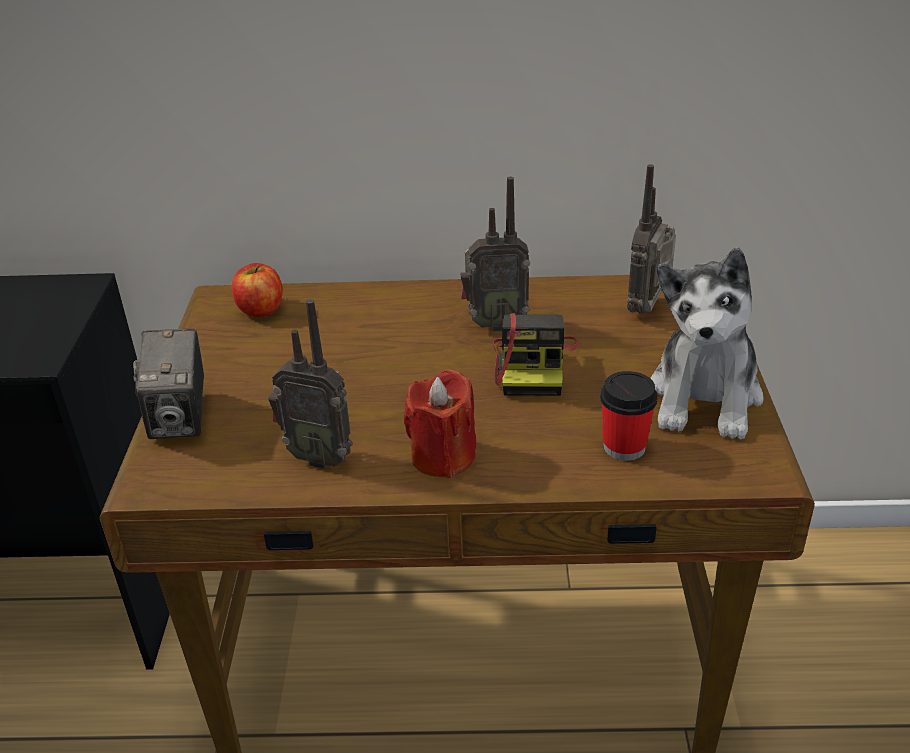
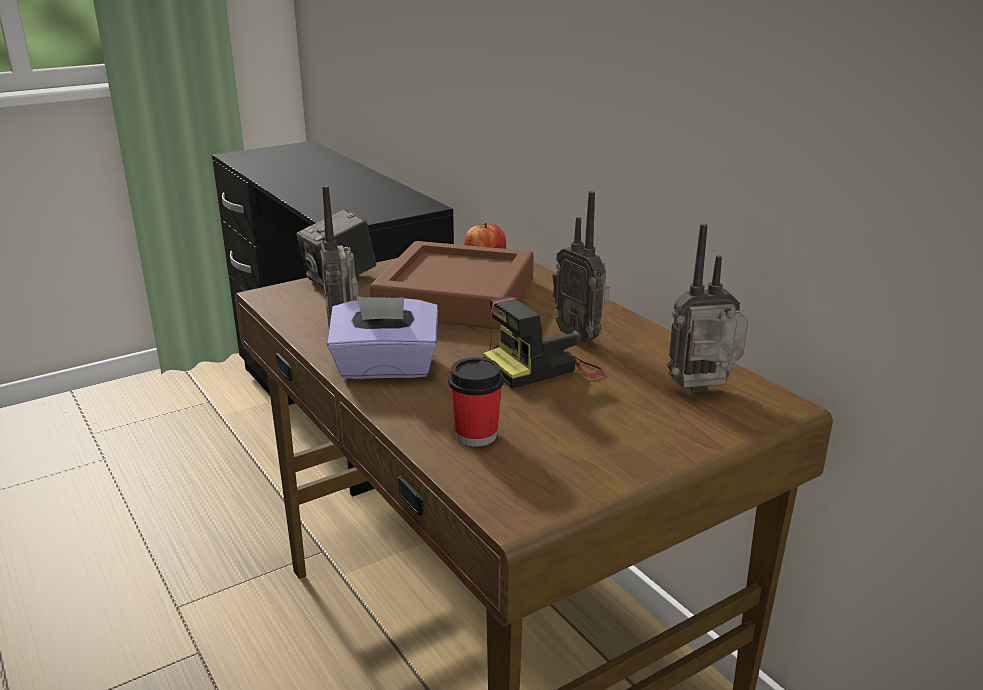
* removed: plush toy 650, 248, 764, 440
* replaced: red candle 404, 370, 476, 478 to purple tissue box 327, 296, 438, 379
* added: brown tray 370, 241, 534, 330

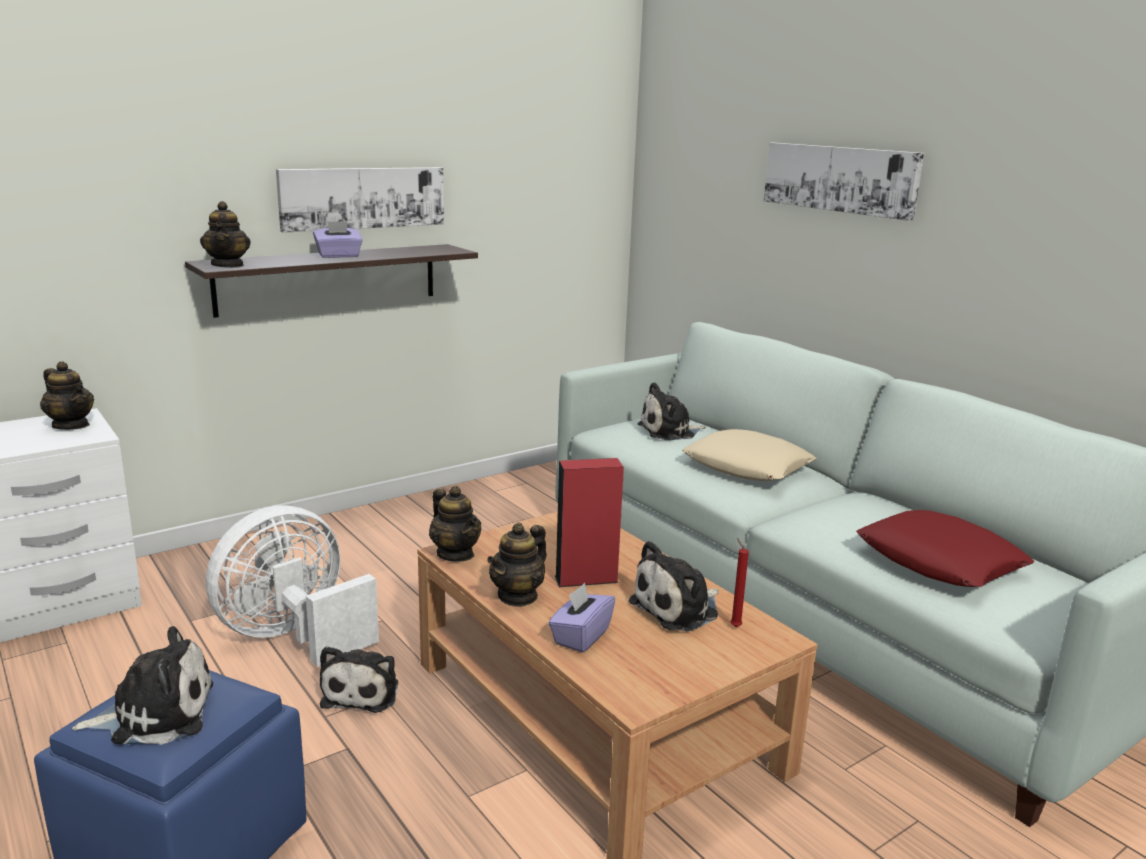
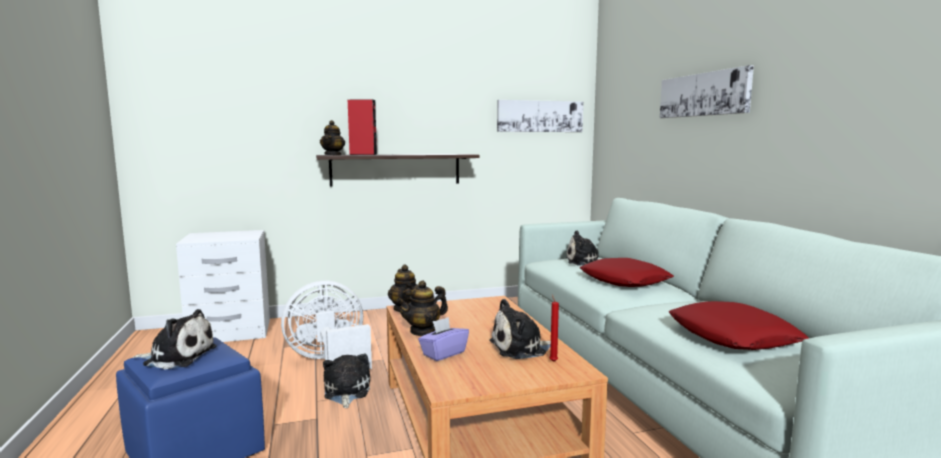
* moved: picture 276, 167, 444, 233 to 497, 100, 583, 132
* removed: purple tissue box 313, 221, 362, 258
* removed: teapot 40, 361, 94, 430
* recoloured: beige pillow 682, 429, 816, 481 to red pillow 579, 258, 674, 287
* moved: red speaker 555, 458, 624, 587 to 348, 99, 377, 155
* turned: plush toy 320, 646, 398, 713 = 323, 353, 370, 408 150 degrees clockwise

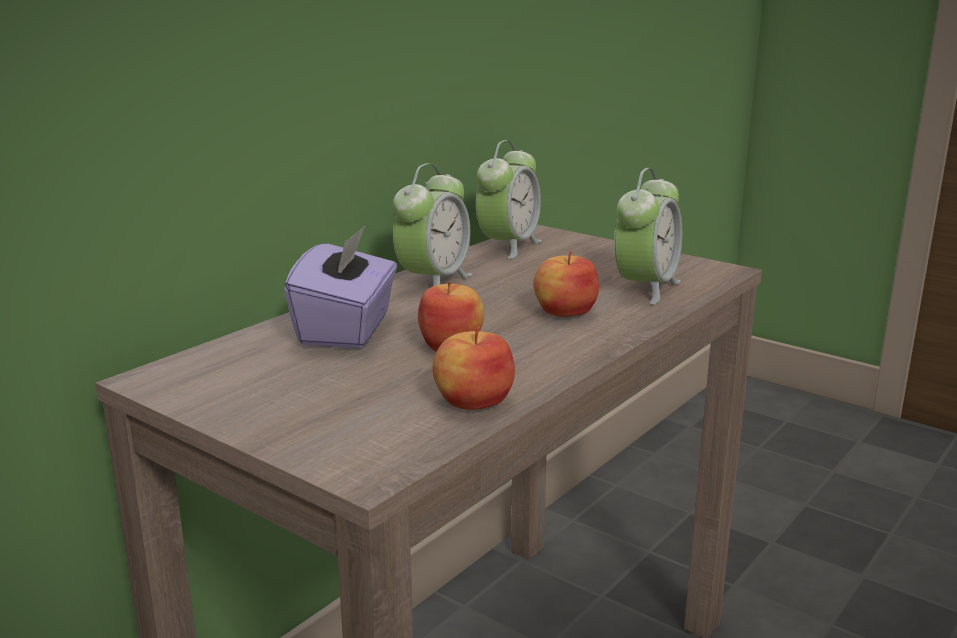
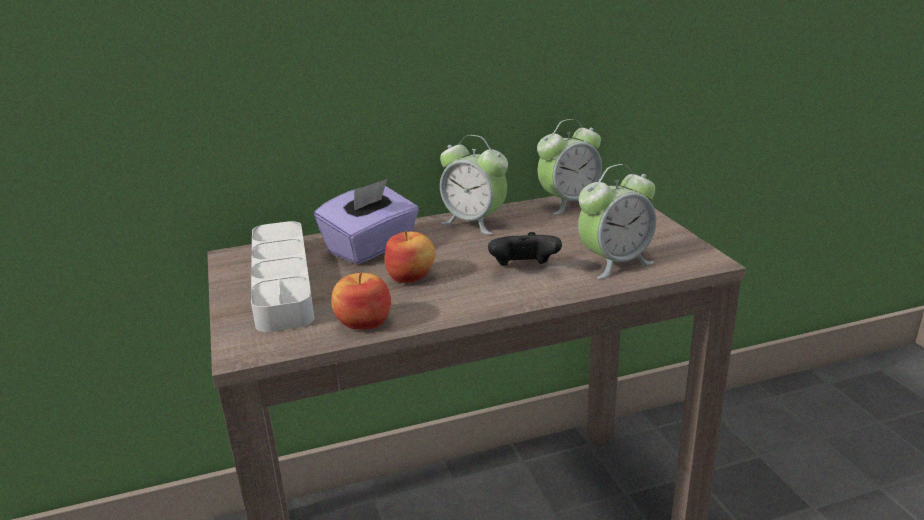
* turned: alarm clock 393, 163, 472, 286 = 440, 135, 508, 235 60 degrees clockwise
* replaced: apple 533, 250, 599, 317 to black game controller 488, 232, 562, 266
* added: grey tray 251, 221, 314, 332

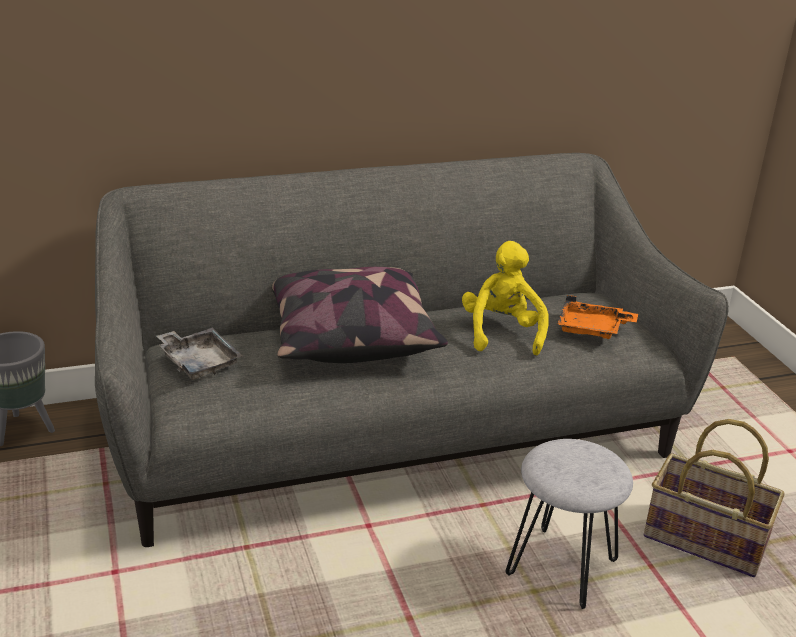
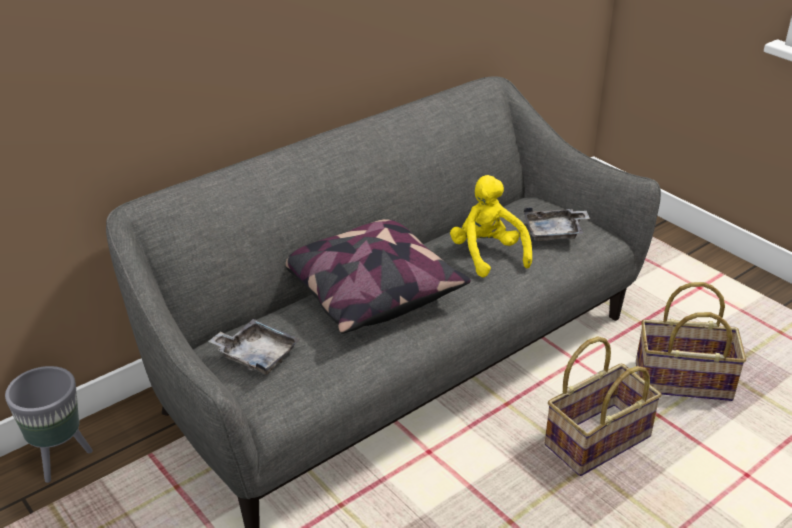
* recoloured: orange tray 557, 295, 638, 339 to grey tray 524, 207, 590, 241
* replaced: grey stool 506, 439, 633, 609 to basket 544, 336, 662, 476

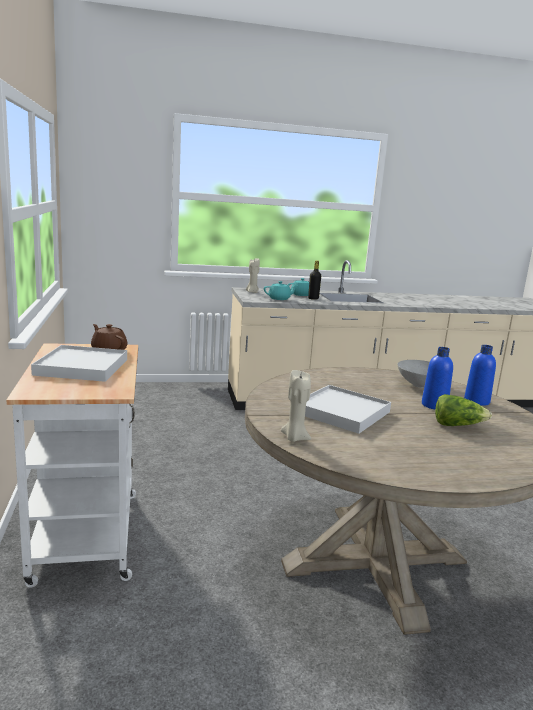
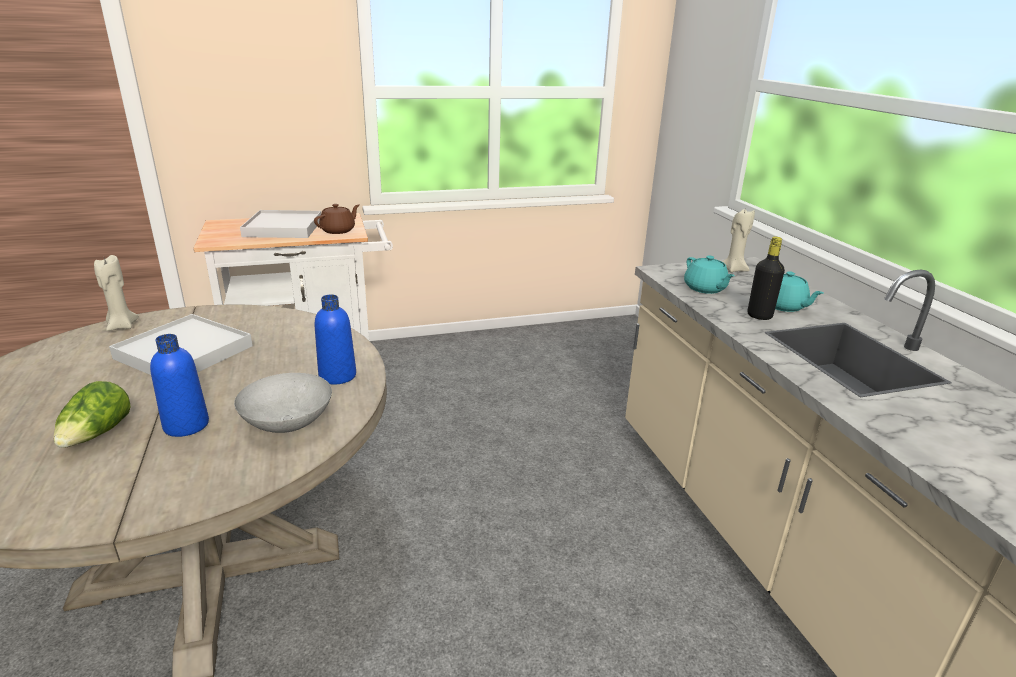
* moved: blue bottle 464, 345, 496, 406 to 315, 294, 356, 384

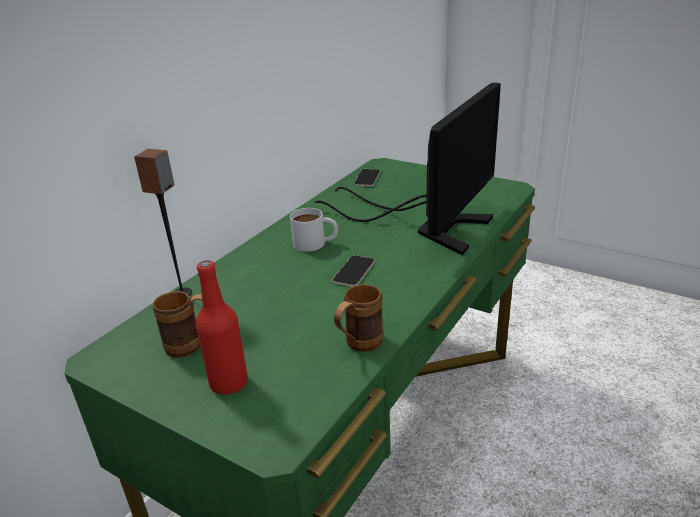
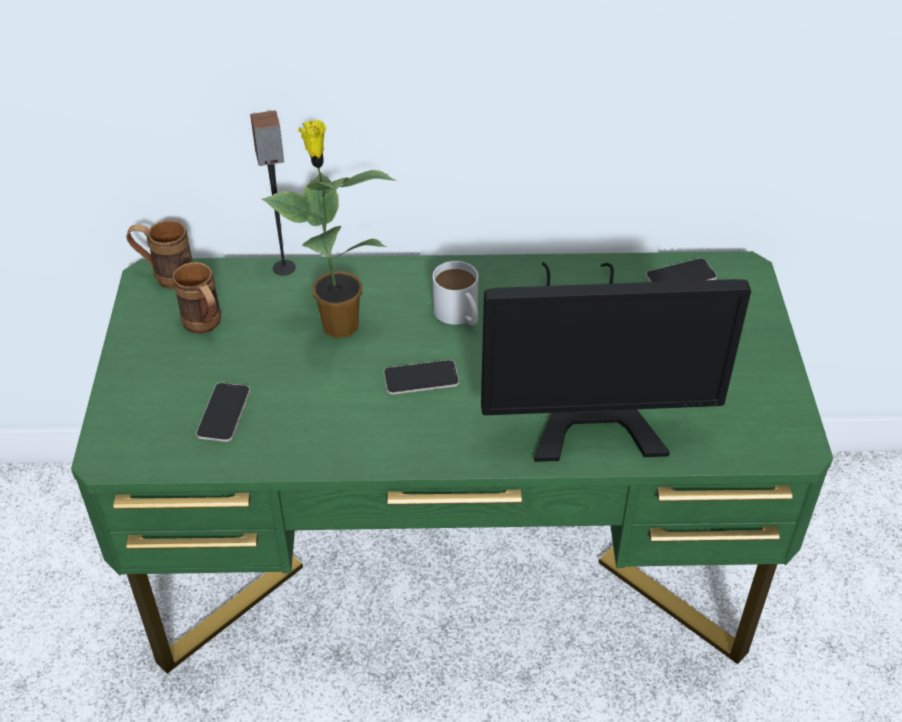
* removed: red bottle 196, 260, 248, 395
* moved: brown mug 334, 284, 383, 352 to 126, 220, 192, 289
* added: potted plant 262, 120, 397, 338
* added: phone 196, 383, 250, 442

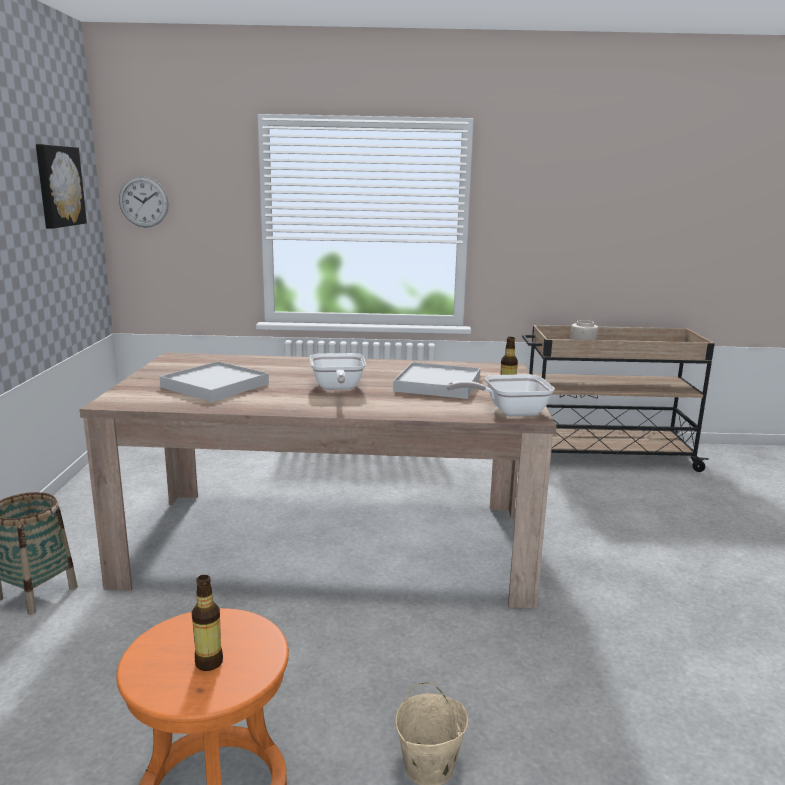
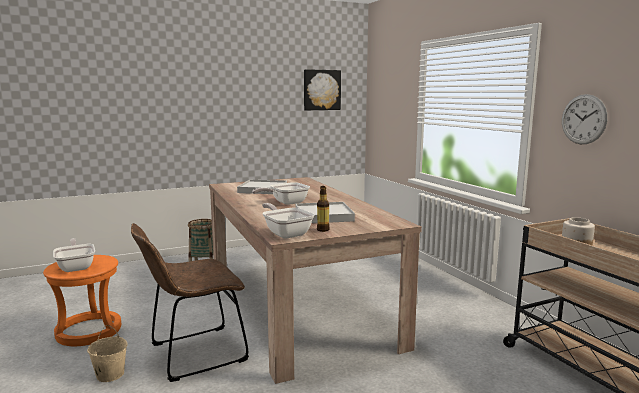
* moved: wall clock 119, 176, 169, 228 to 562, 94, 608, 144
* replaced: bottle 192, 575, 223, 671 to frying pan 53, 238, 95, 272
* added: brown chair 131, 223, 249, 382

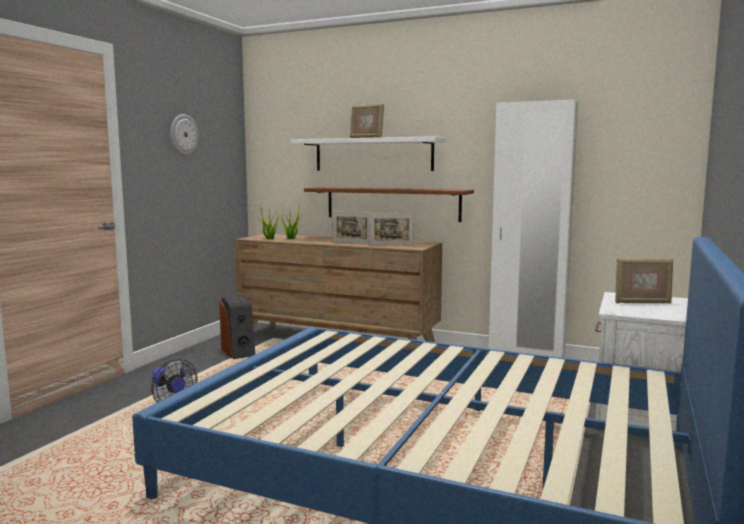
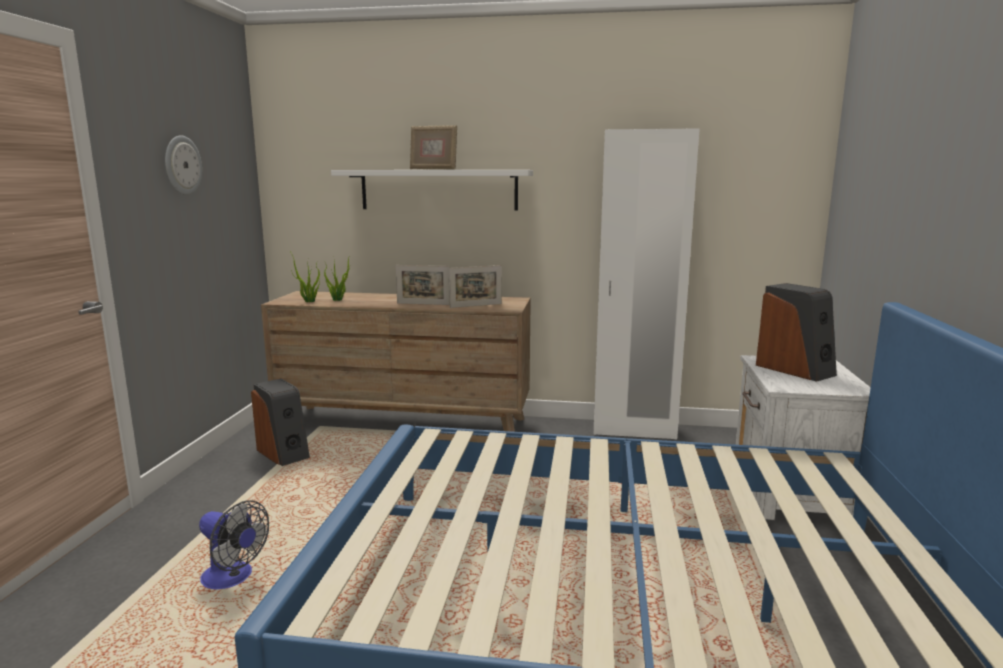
* removed: brown shelf 304, 187, 474, 222
* replaced: picture frame 615, 258, 673, 303 to speaker 756, 283, 837, 382

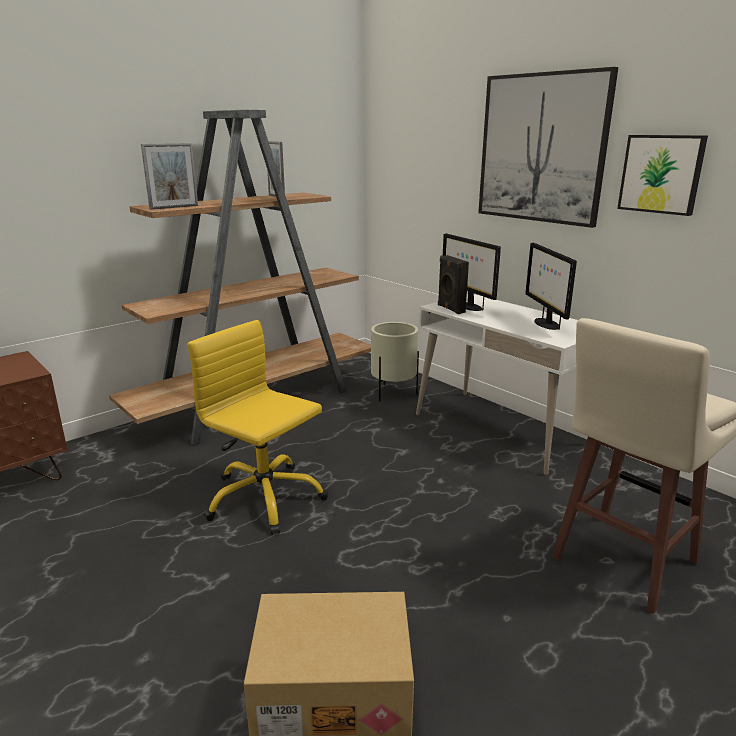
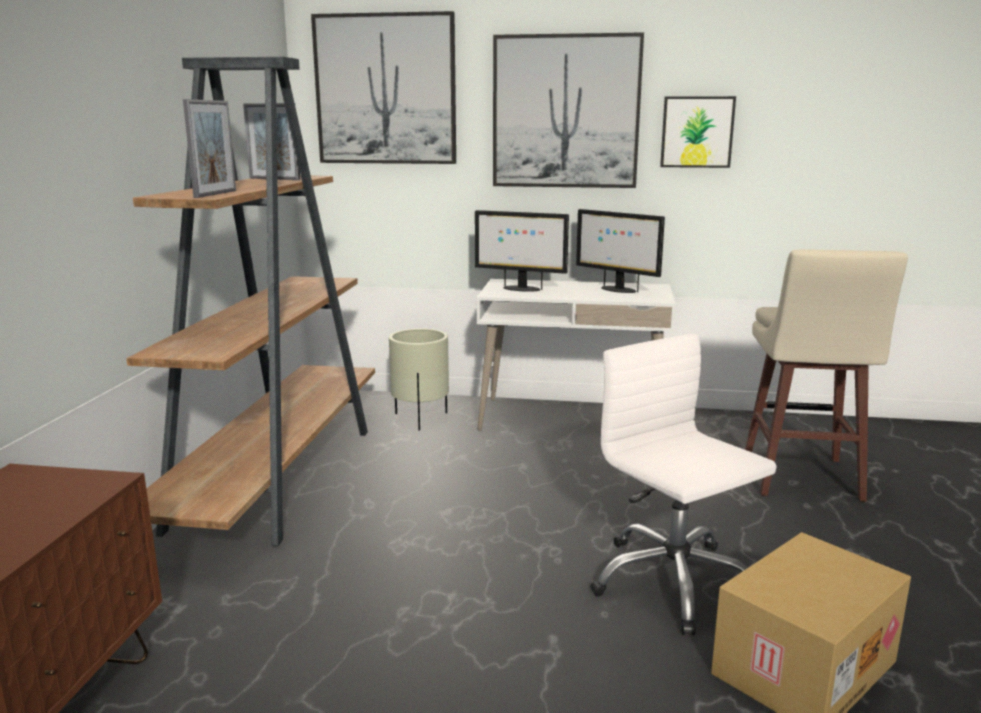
* removed: black speaker 438, 255, 469, 314
* removed: yellow office chair 187, 320, 328, 535
* added: picture 311, 11, 456, 164
* added: white office chair 590, 334, 777, 635

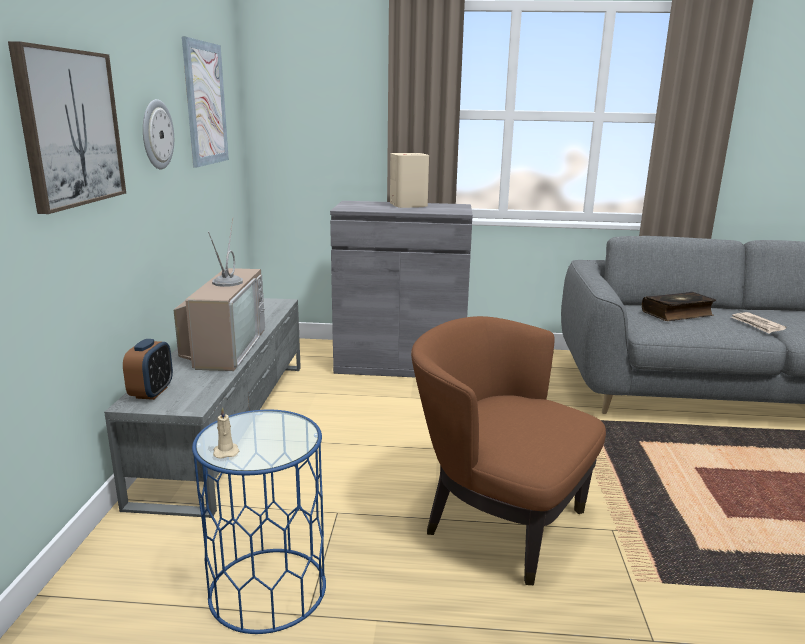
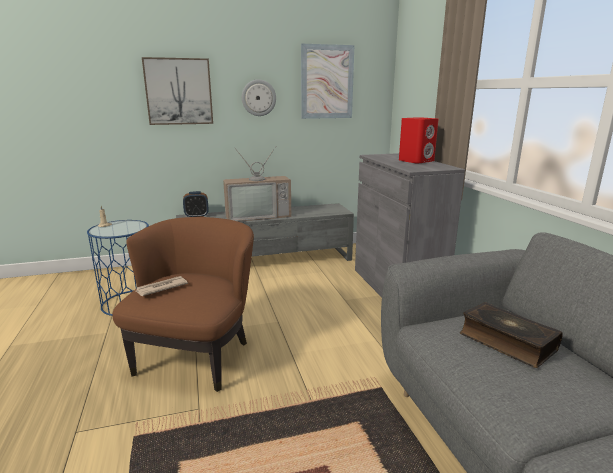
* recoloured: beige speaker 390, 153, 429, 208 to red speaker 399, 117, 438, 164
* moved: newspaper 731, 312, 787, 334 to 136, 276, 188, 296

